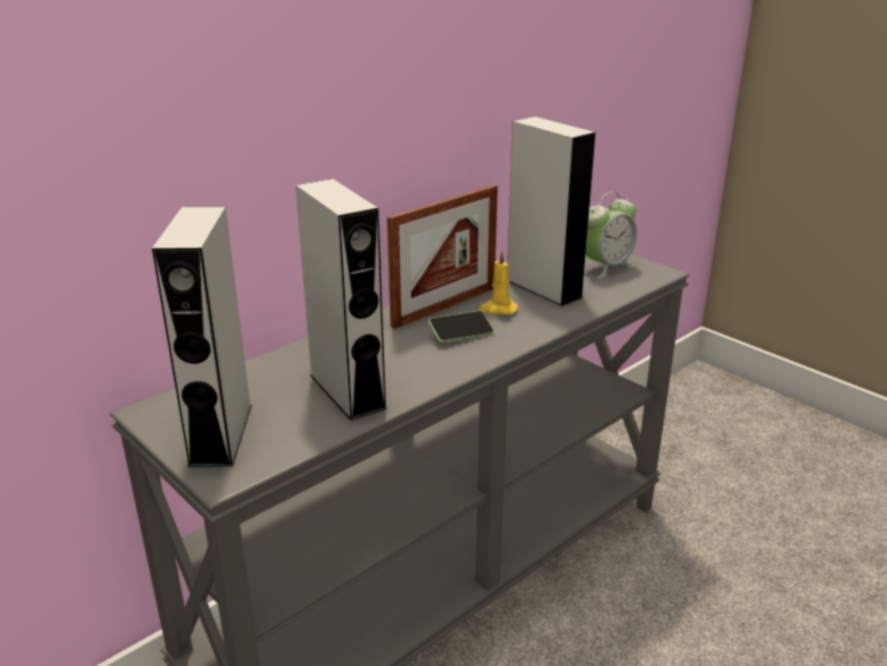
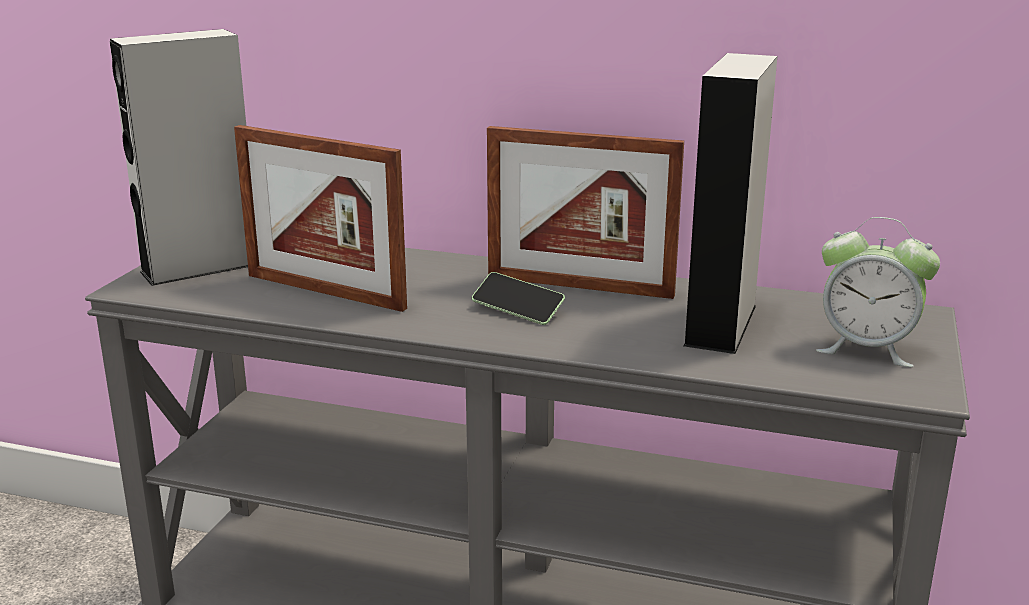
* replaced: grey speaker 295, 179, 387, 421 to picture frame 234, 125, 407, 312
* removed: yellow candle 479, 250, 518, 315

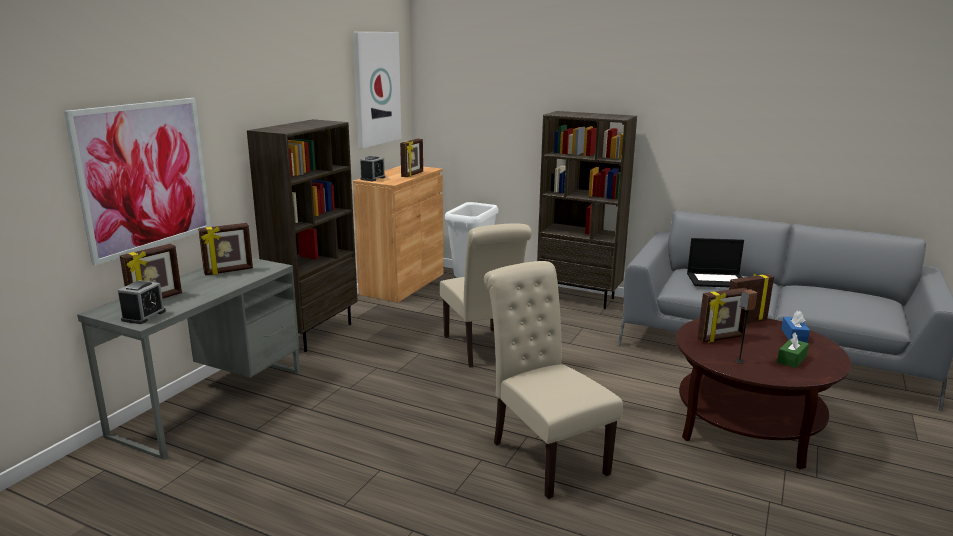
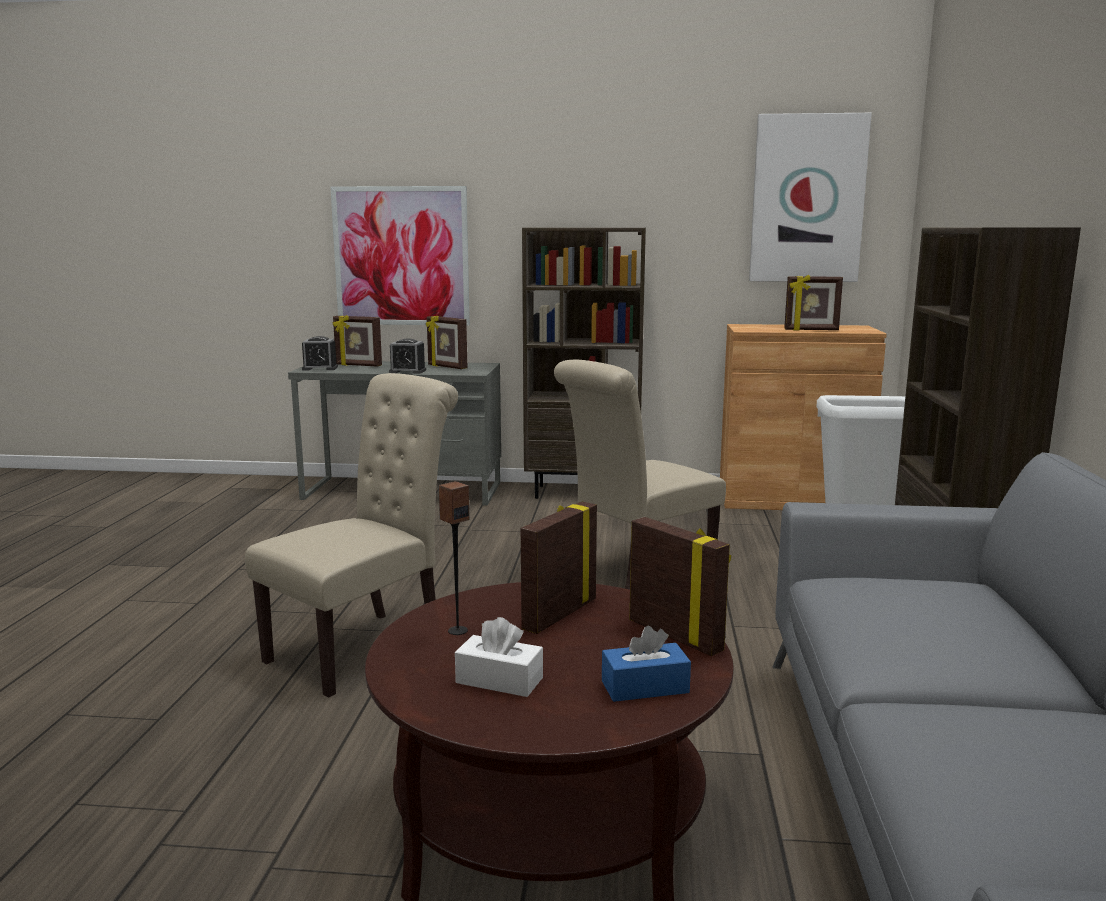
* moved: alarm clock 360, 156, 385, 181 to 389, 338, 426, 374
* removed: laptop 687, 238, 744, 287
* turned: picture frame 697, 288, 748, 343 = 521, 501, 597, 634 75 degrees clockwise
* recoloured: green tissue box 777, 332, 809, 368 to white tissue box 455, 617, 543, 697

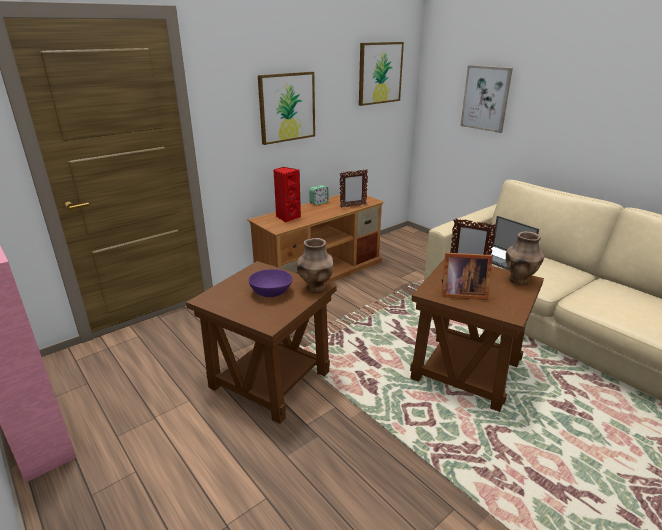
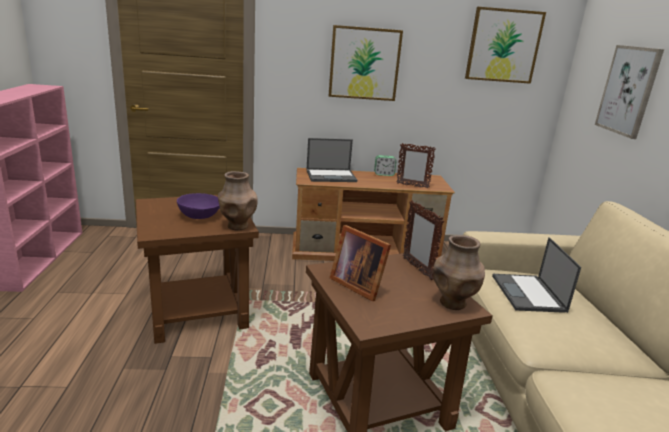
* replaced: red speaker 273, 167, 301, 223 to laptop 306, 138, 357, 182

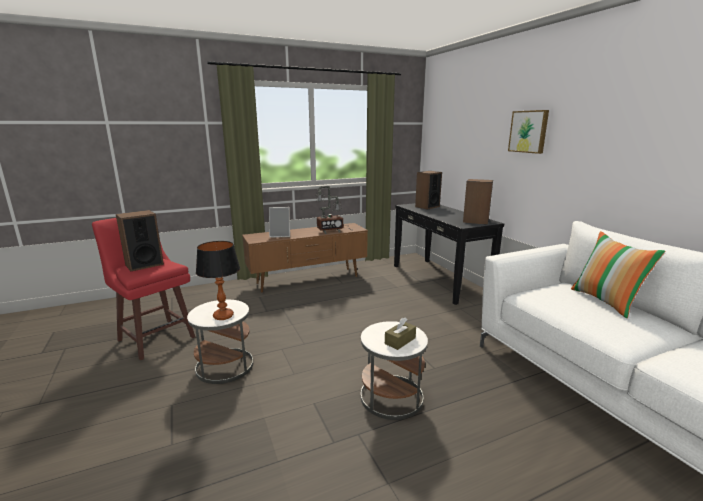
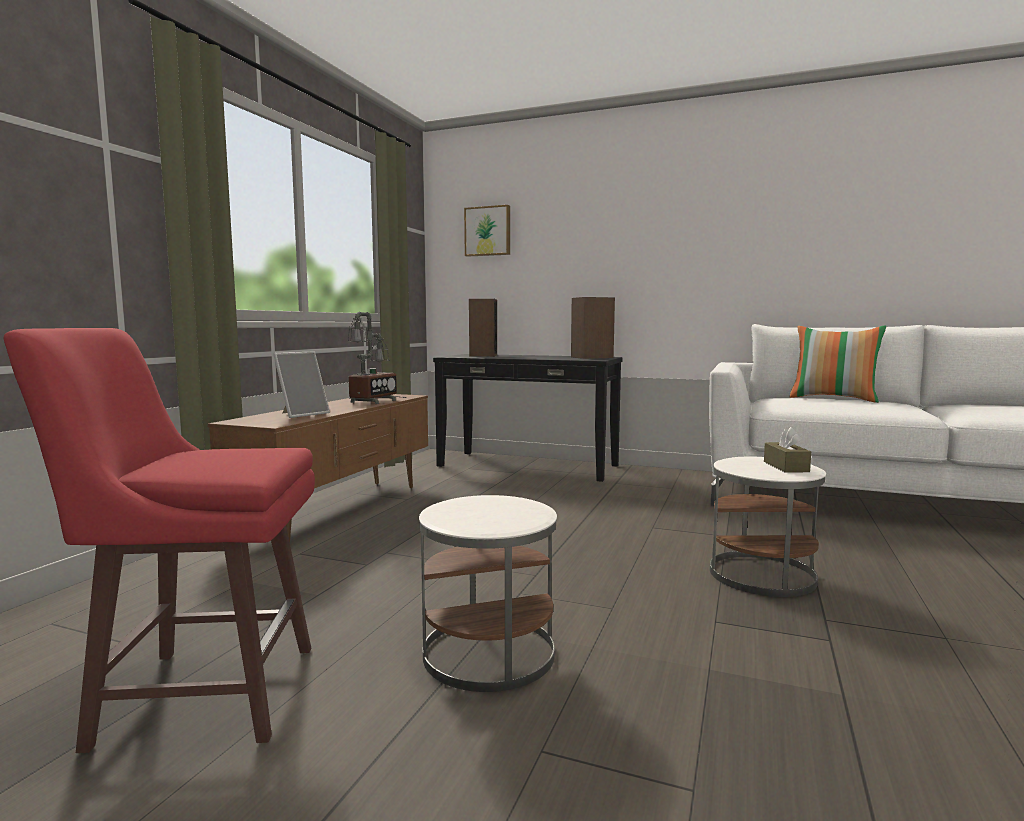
* moved: picture 508, 110, 549, 154 to 464, 205, 510, 257
* removed: speaker 116, 210, 164, 271
* removed: table lamp 196, 241, 240, 320

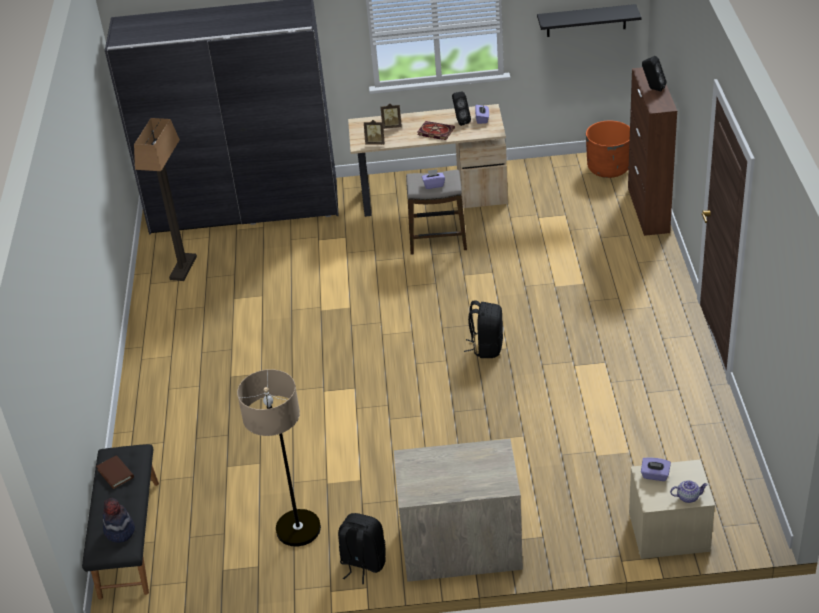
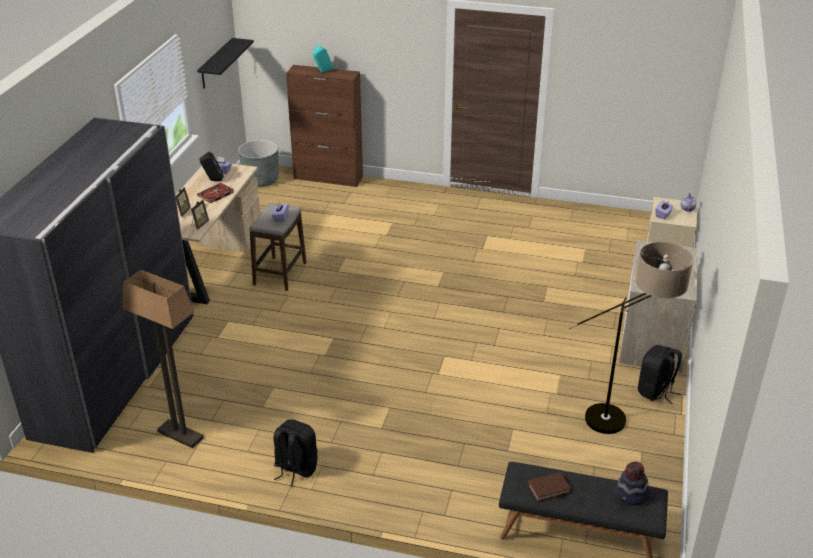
* recoloured: black speaker 642, 56, 666, 91 to turquoise speaker 313, 45, 333, 73
* recoloured: orange planter 586, 121, 630, 178 to grey planter 238, 140, 279, 187
* moved: black backpack 464, 300, 503, 358 to 273, 419, 318, 487

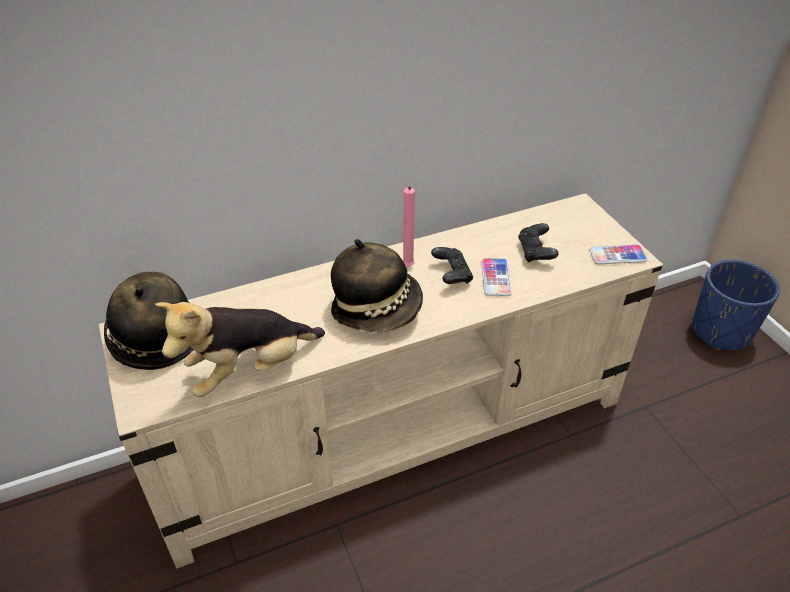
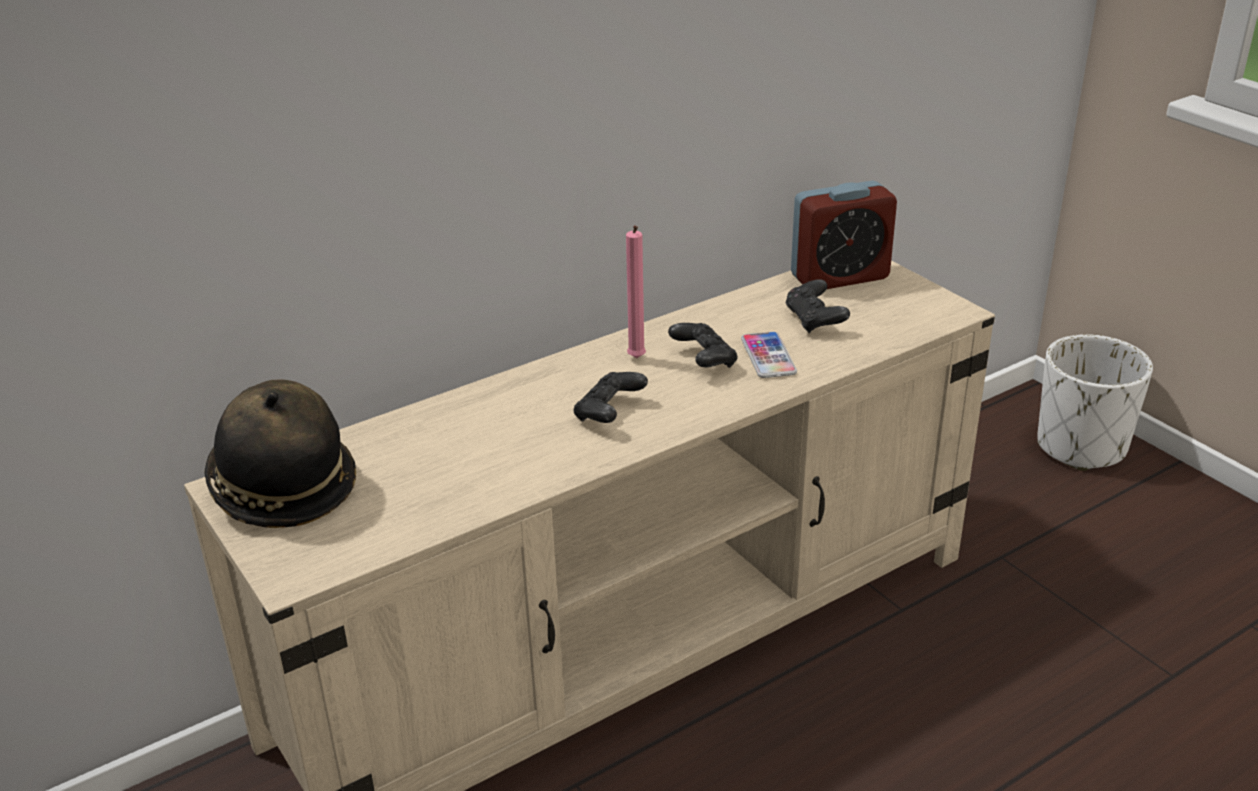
* replaced: hat 331, 239, 423, 333 to black game controller 573, 372, 648, 423
* removed: phone 589, 245, 648, 264
* recoloured: blue planter 692, 259, 780, 351 to white planter 1037, 334, 1153, 471
* removed: plush toy 155, 302, 325, 397
* added: alarm clock 791, 181, 897, 289

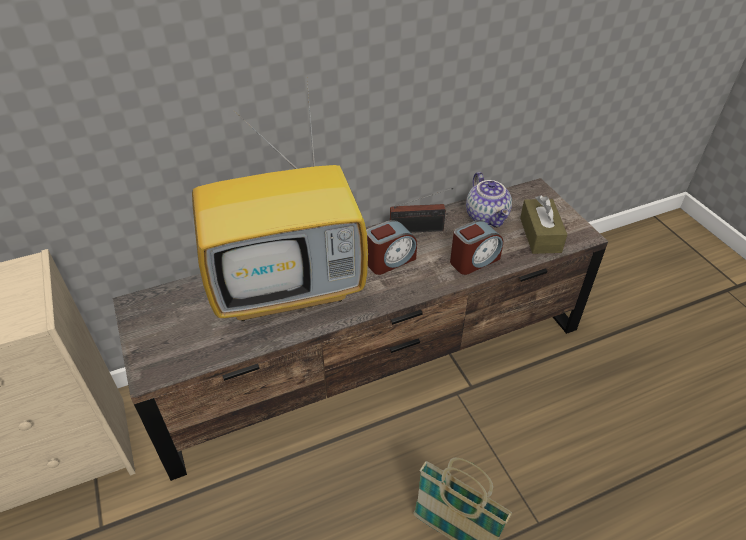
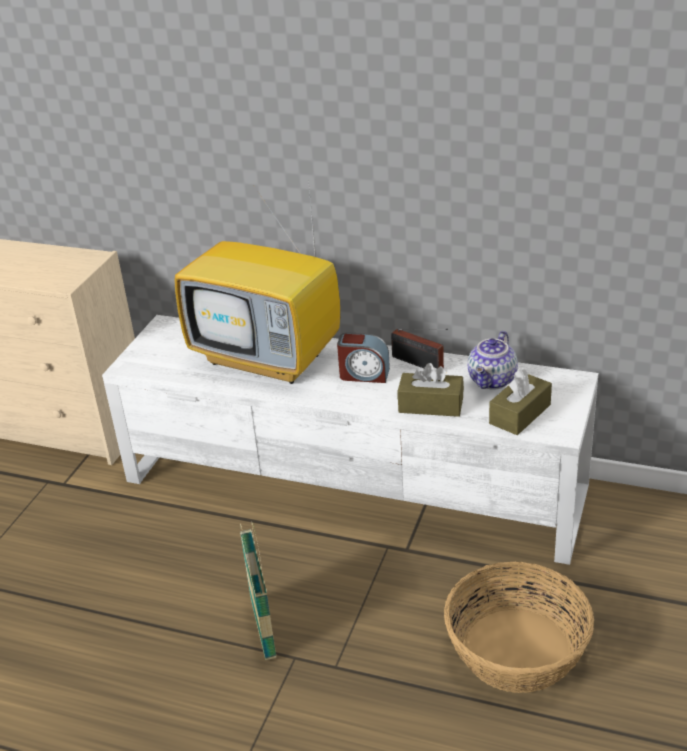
* recoloured: brown tv stand 113, 178, 608, 481 to white tv stand 102, 315, 598, 565
* replaced: alarm clock 450, 220, 503, 275 to brown tissue box 398, 363, 464, 417
* added: basket 444, 562, 594, 693

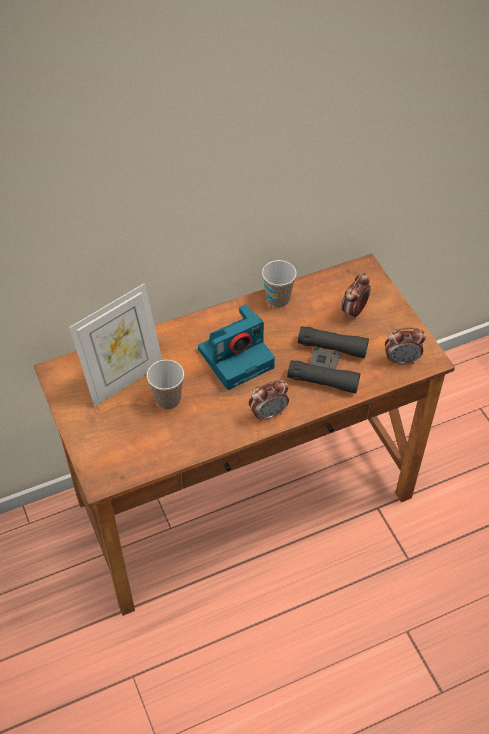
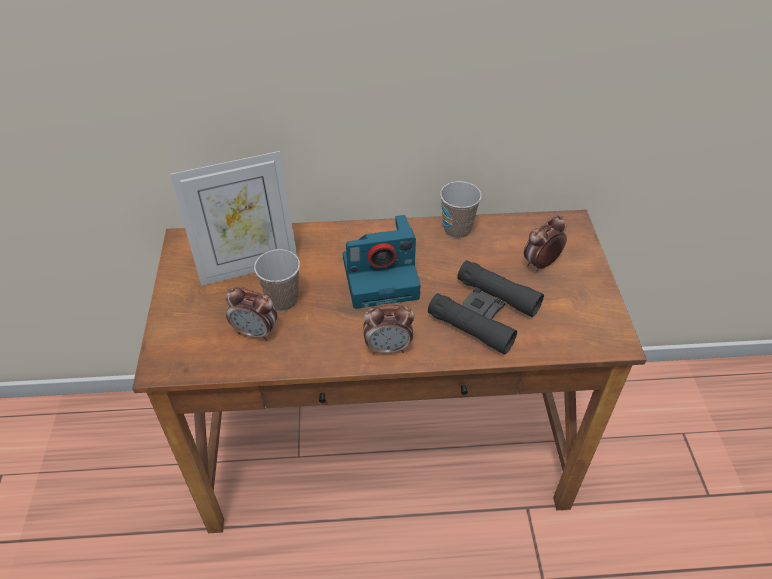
* moved: alarm clock 385, 327, 426, 365 to 226, 287, 277, 341

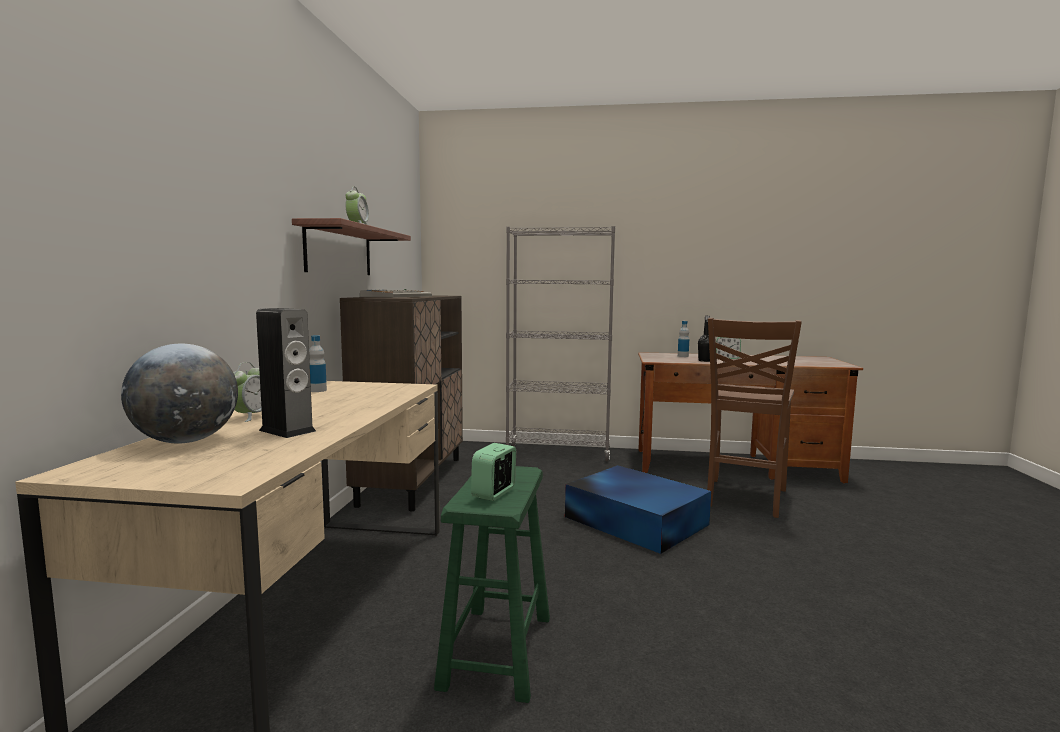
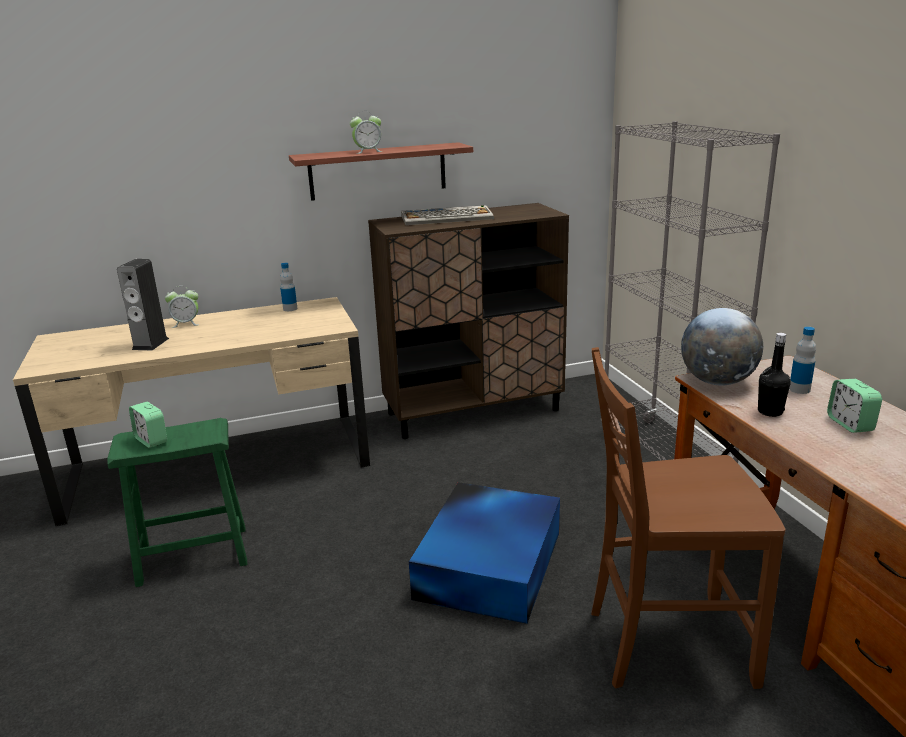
* moved: globe 121, 344, 238, 443 to 681, 308, 763, 385
* turned: alarm clock 471, 443, 516, 501 = 129, 402, 167, 448 135 degrees counterclockwise

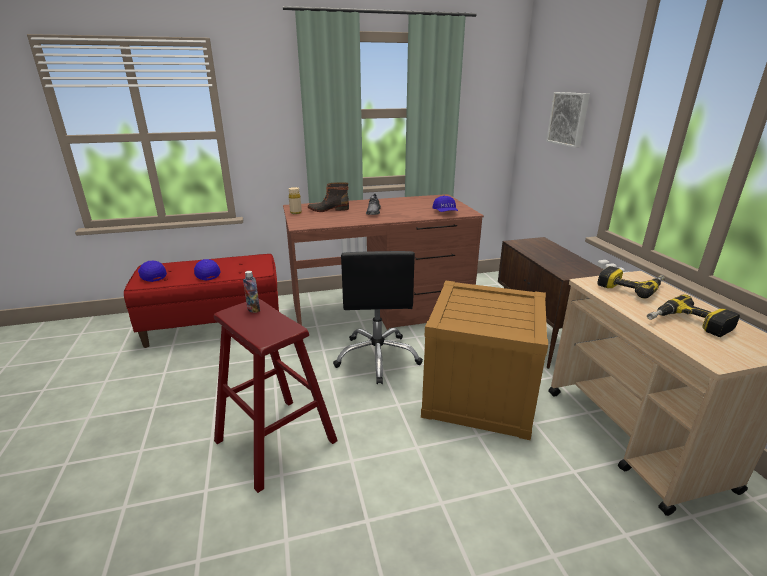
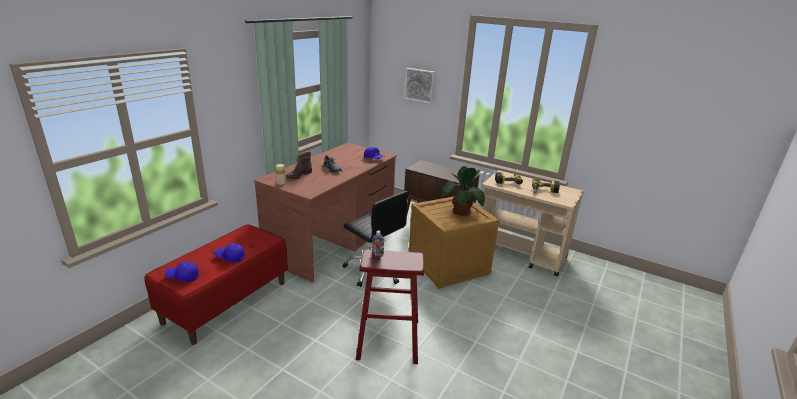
* added: potted plant 441, 166, 485, 216

